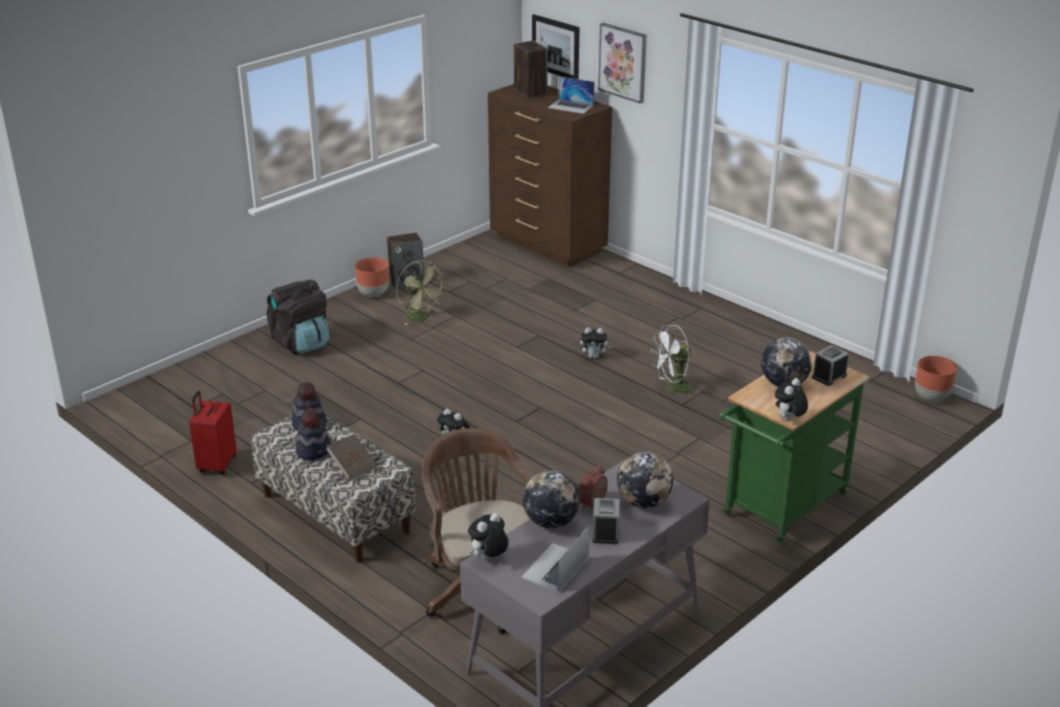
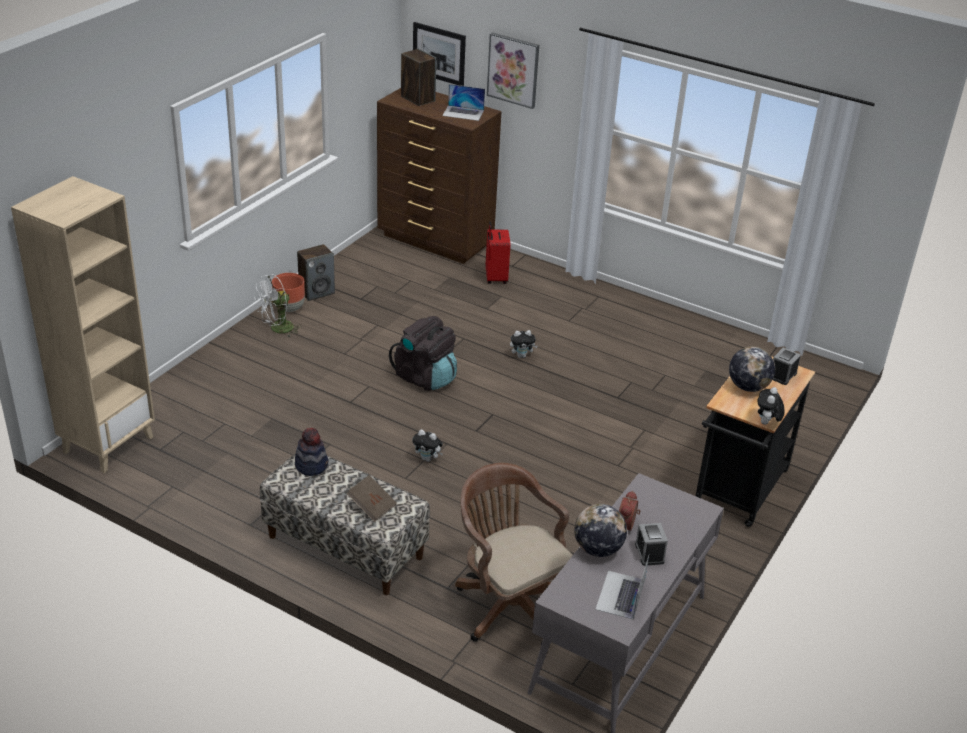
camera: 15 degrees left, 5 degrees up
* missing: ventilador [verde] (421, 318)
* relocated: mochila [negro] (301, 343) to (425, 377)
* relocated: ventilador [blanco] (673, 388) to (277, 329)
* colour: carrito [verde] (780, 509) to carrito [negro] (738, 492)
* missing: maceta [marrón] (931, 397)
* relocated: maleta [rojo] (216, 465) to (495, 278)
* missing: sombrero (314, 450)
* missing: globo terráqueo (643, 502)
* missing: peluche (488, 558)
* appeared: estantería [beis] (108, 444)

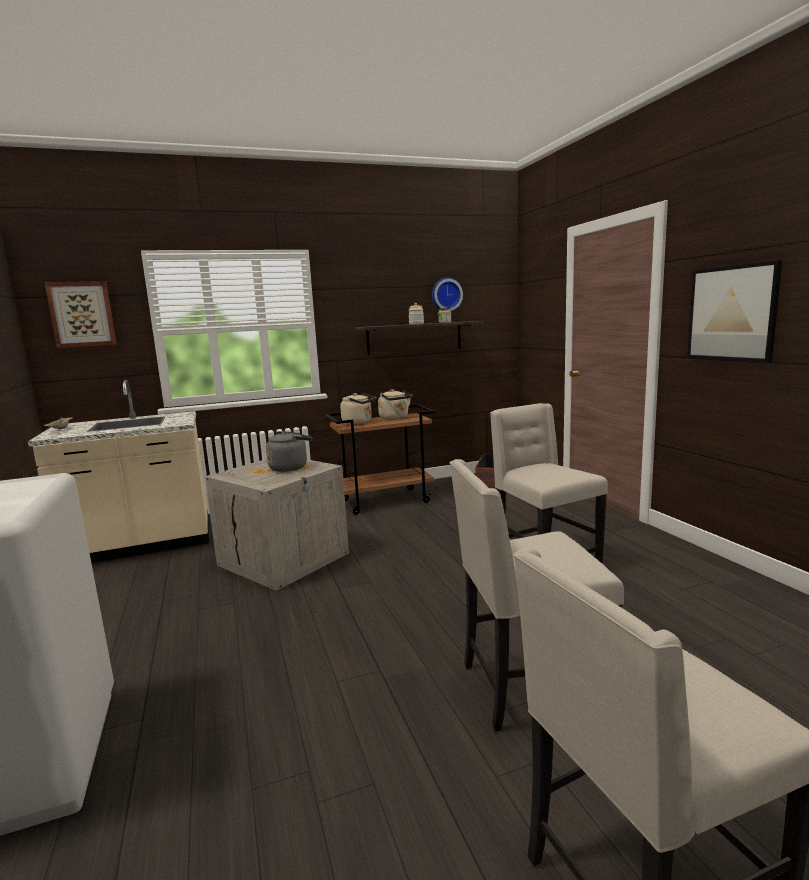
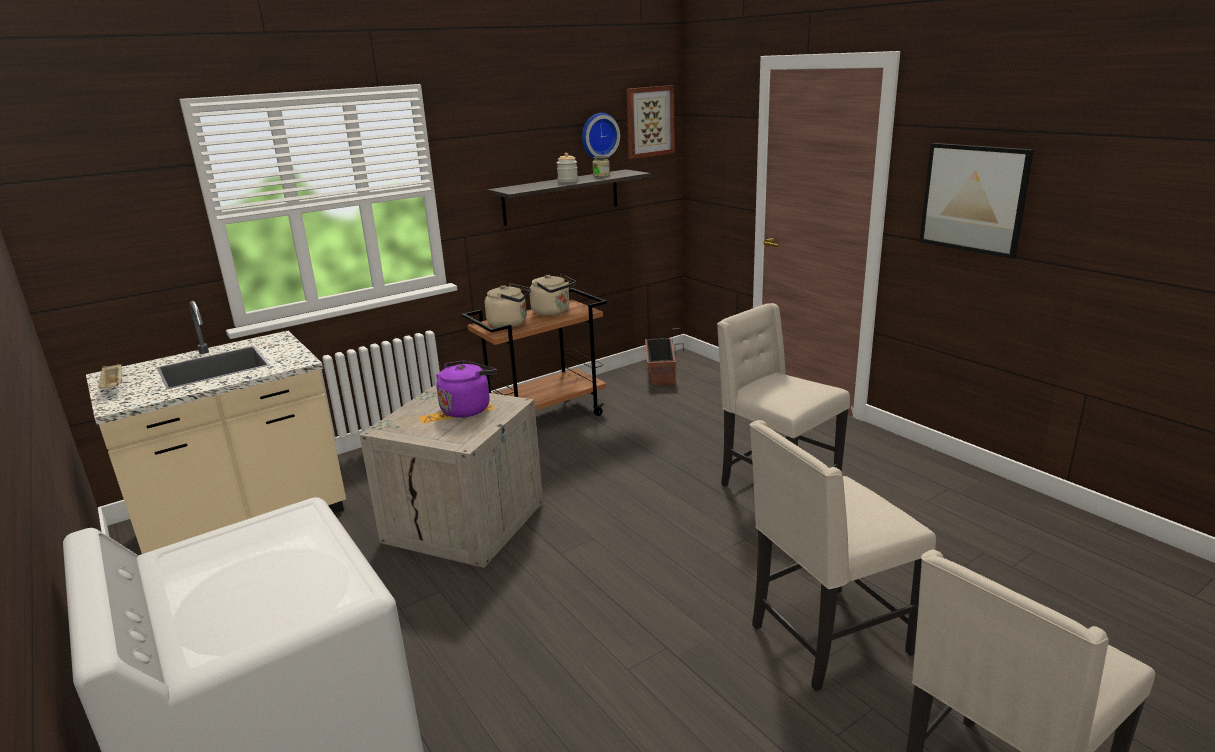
camera: 15 degrees left, 10 degrees up
* relocated: cuadro (82, 314) to (649, 121)
* colour: hervidor [gris] (290, 467) to hervidor [morado] (467, 408)

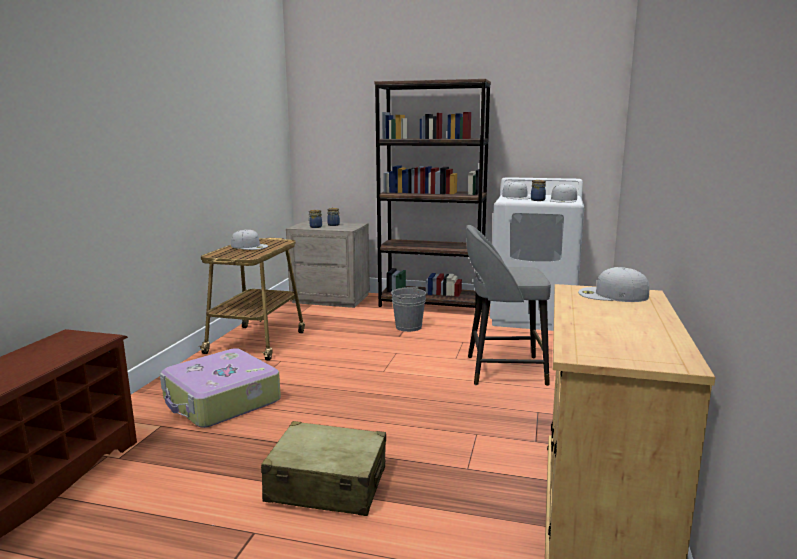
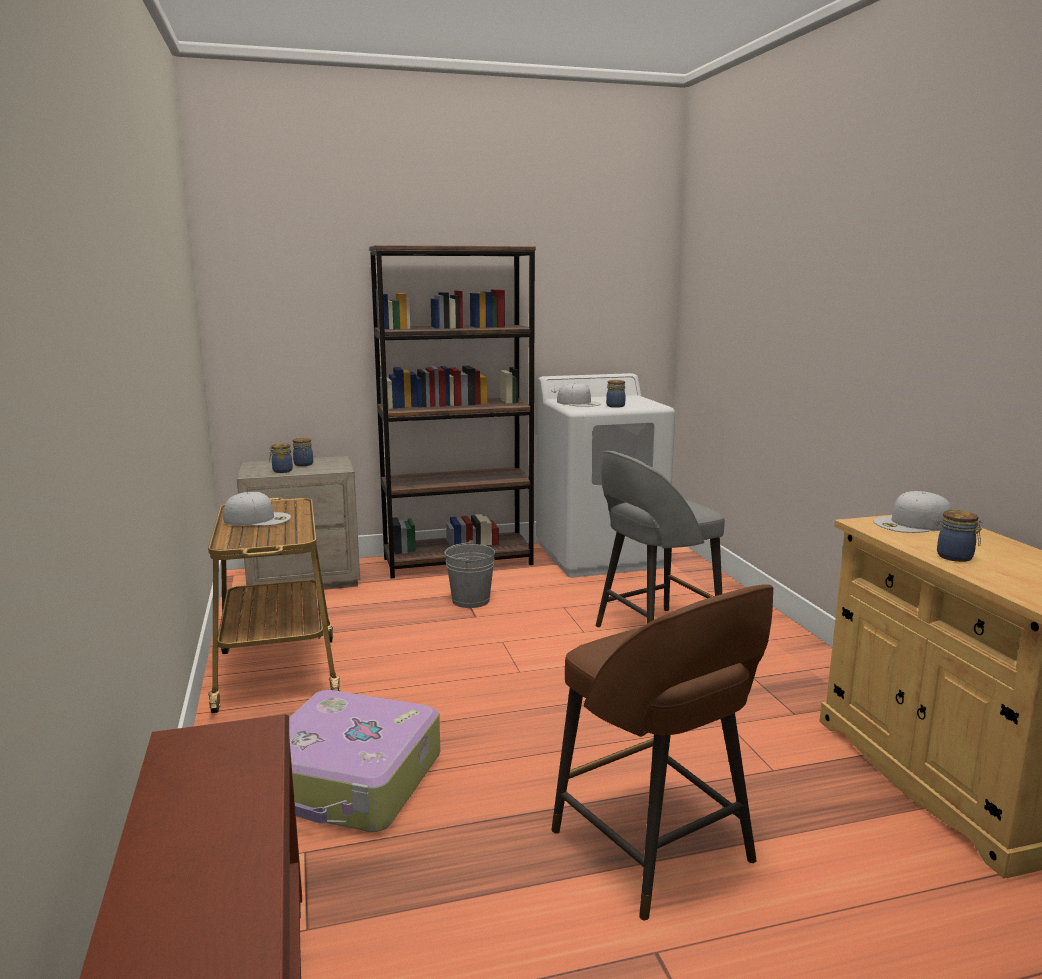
camera: 30 degrees left, 0 degrees up
* missing: gorra [blanco] (563, 200)
* exchanged: maleta [beis] (327, 485) to taburete [marrón] (655, 850)
* appeared: tarro (956, 557)

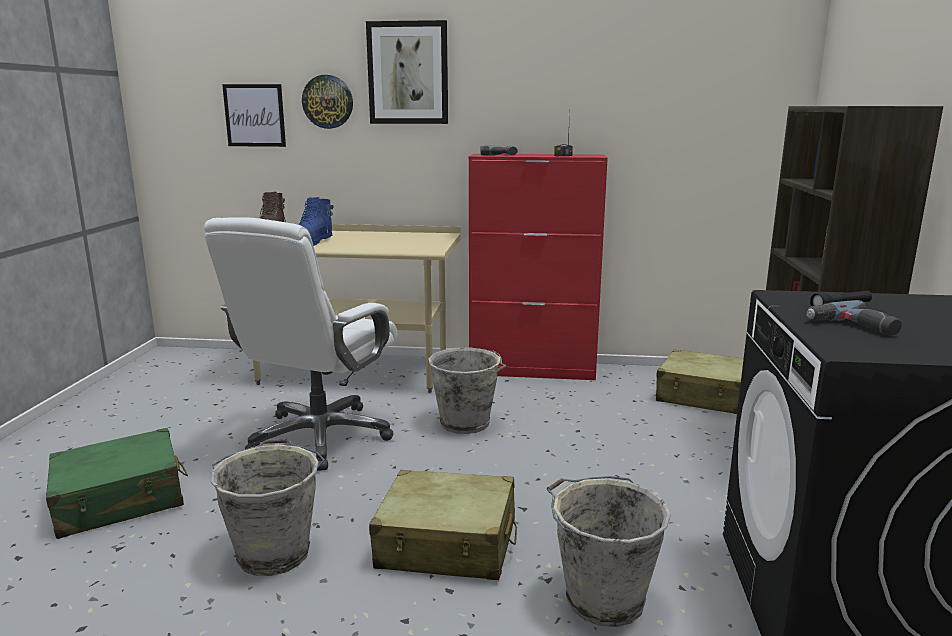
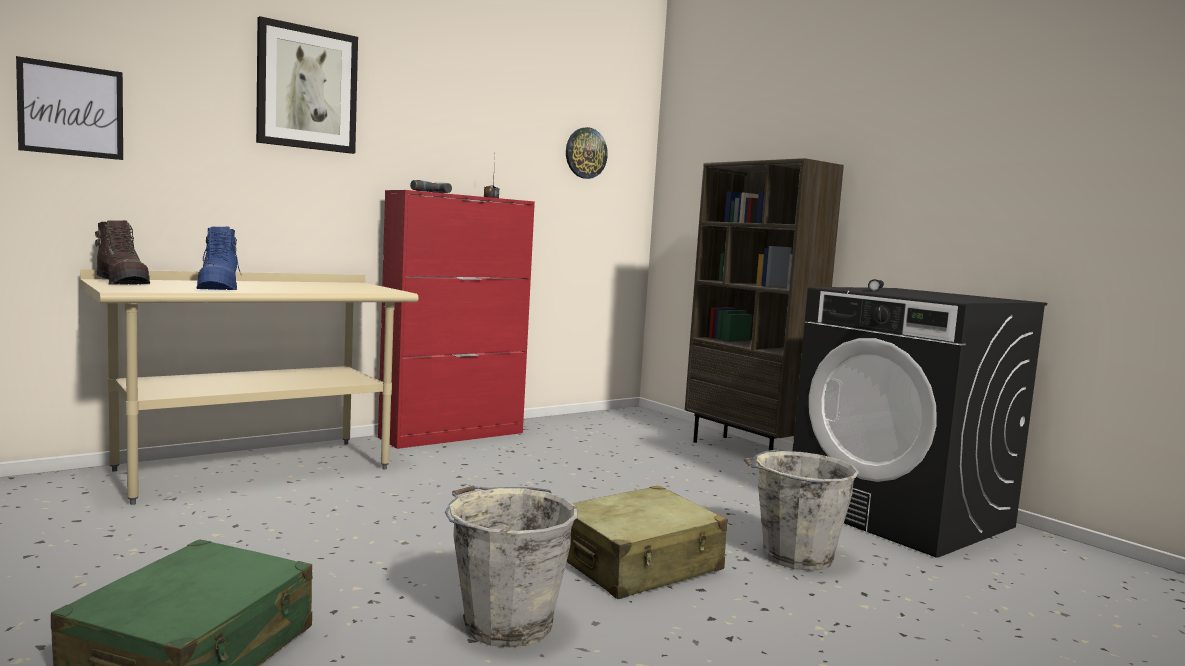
camera: 45 degrees left, 10 degrees down
* relocated: reloj de pared (328, 102) to (585, 153)
* missing: silla de oficina [blanco] (320, 437)
* missing: taladro (852, 327)
* missing: cubo [gris] (466, 423)
* missing: maleta [beis] (704, 397)

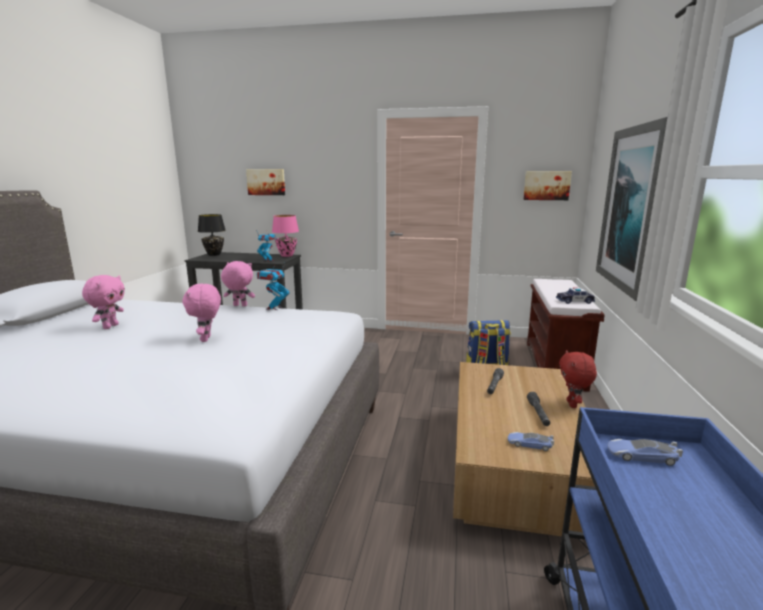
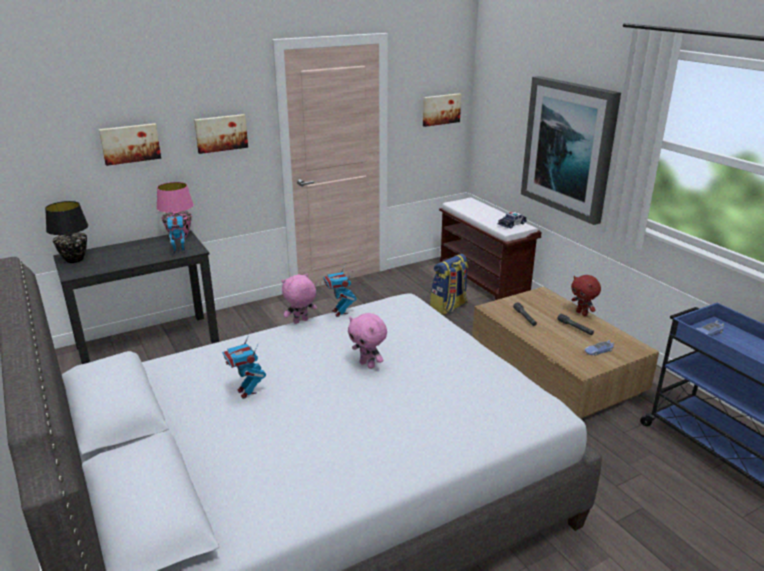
camera: 40 degrees left, 10 degrees up
* exchanged: peluche [rosa] (110, 326) to robot de juguete (247, 392)
* appeared: cuadro (221, 133)

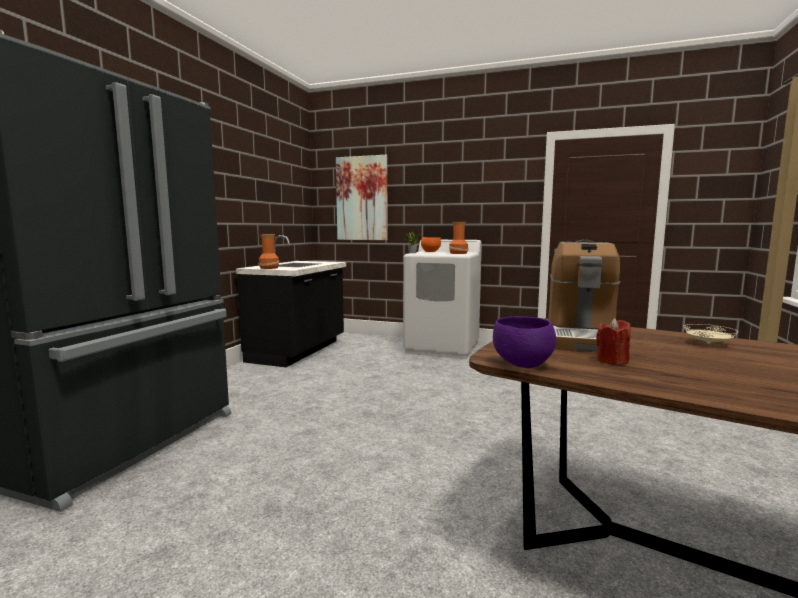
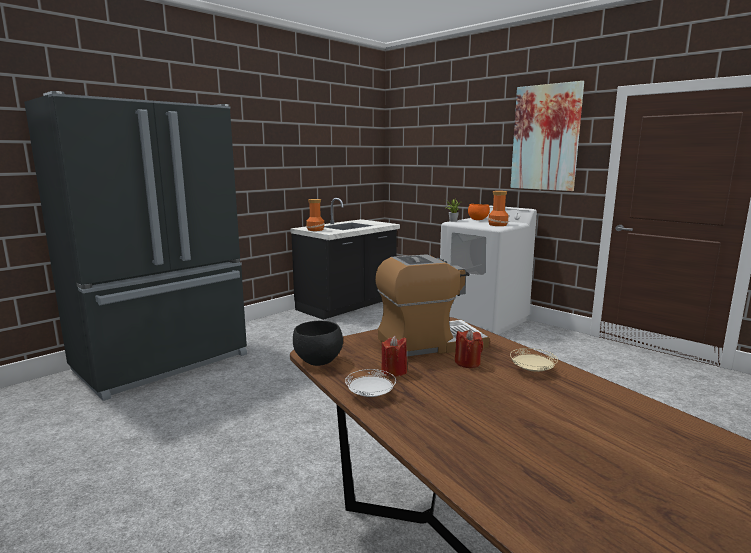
camera: 25 degrees right, 5 degrees up
* relocated: cuadro (362, 198) to (545, 138)
* spun: cafetera (581, 337) = (429, 343) 150 degrees counterclockwise
* colour: cuenco [morado] (523, 365) to cuenco [negro] (318, 362)
* appeared: vela [rojo] (467, 363)
* appeared: plato [blanco] (370, 395)

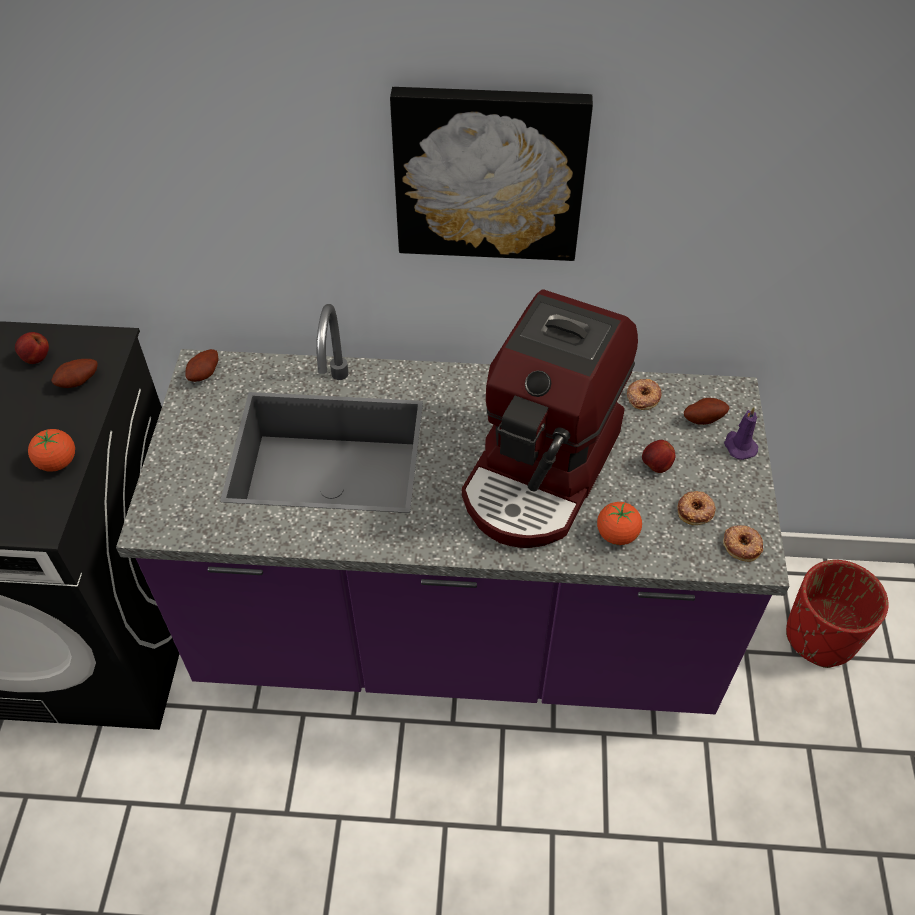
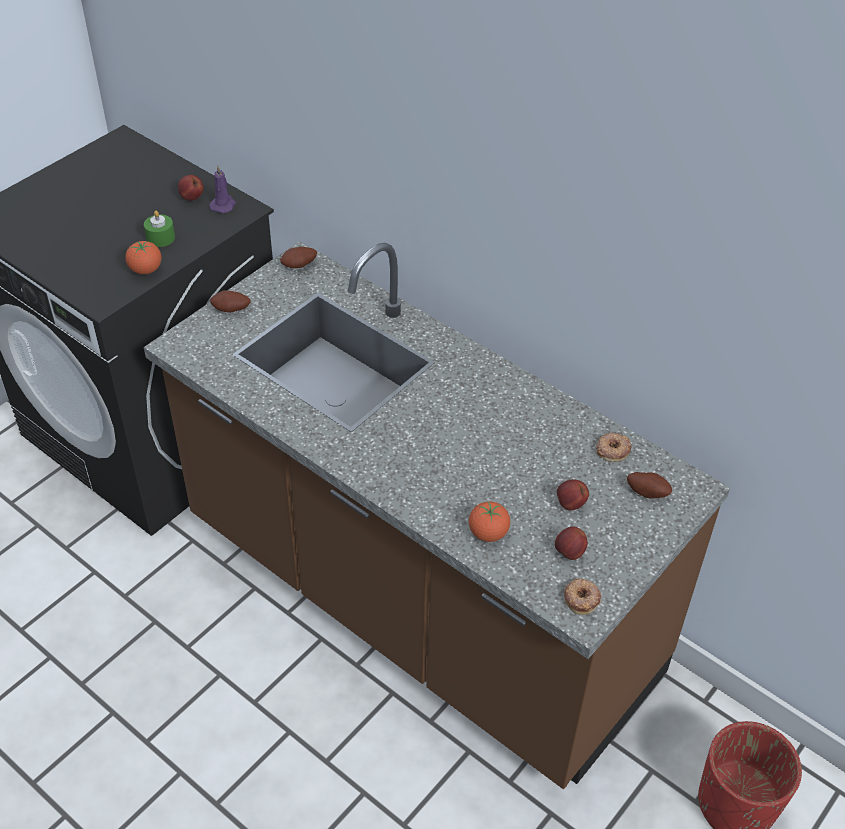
camera: 35 degrees right, 5 degrees down
* missing: cuadro (489, 172)
* missing: cafetera (542, 471)
* colour: mueble bajo de cocina [morado] (457, 631) to mueble bajo de cocina [marrón] (417, 601)
* relocated: patata (79, 382) to (231, 310)
* relocated: vela [morado] (739, 446) to (223, 205)
* exchanged: rosquilla (695, 510) to manzana (569, 553)
* appeared: vela [verde] (160, 238)

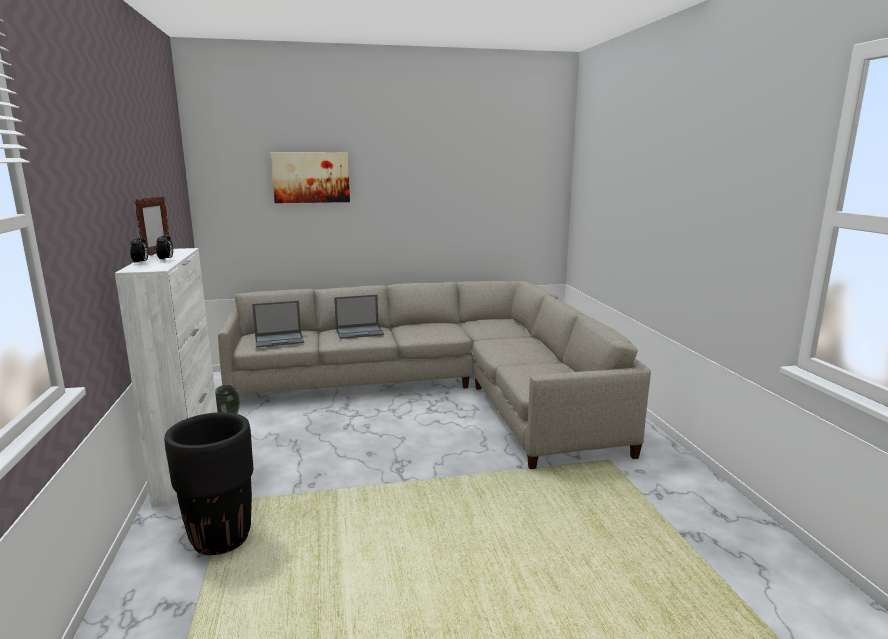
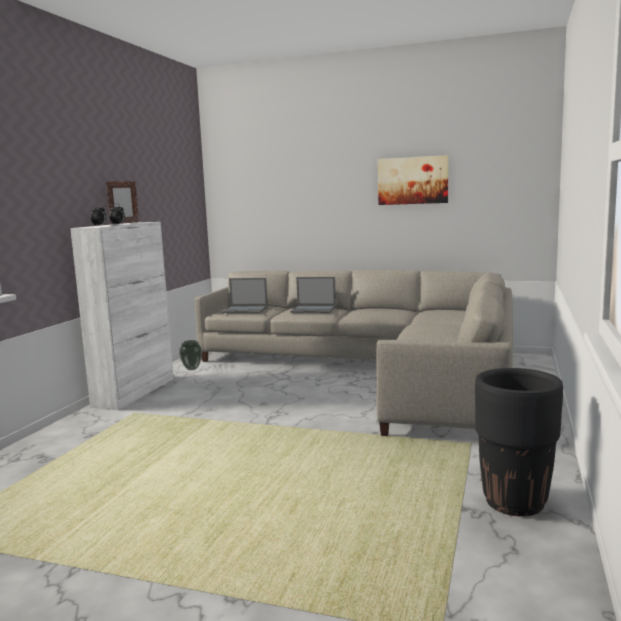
camera: 30 degrees right, 5 degrees down
* relocated: cuadro (311, 177) to (413, 180)
* relocated: maceta [negro] (221, 538) to (515, 502)

